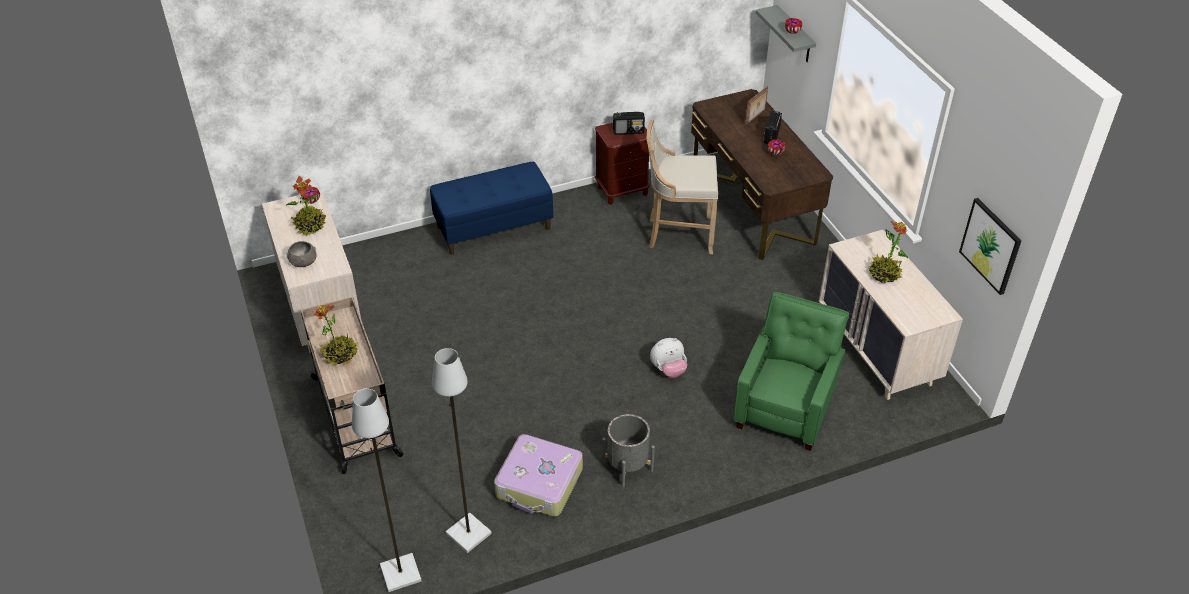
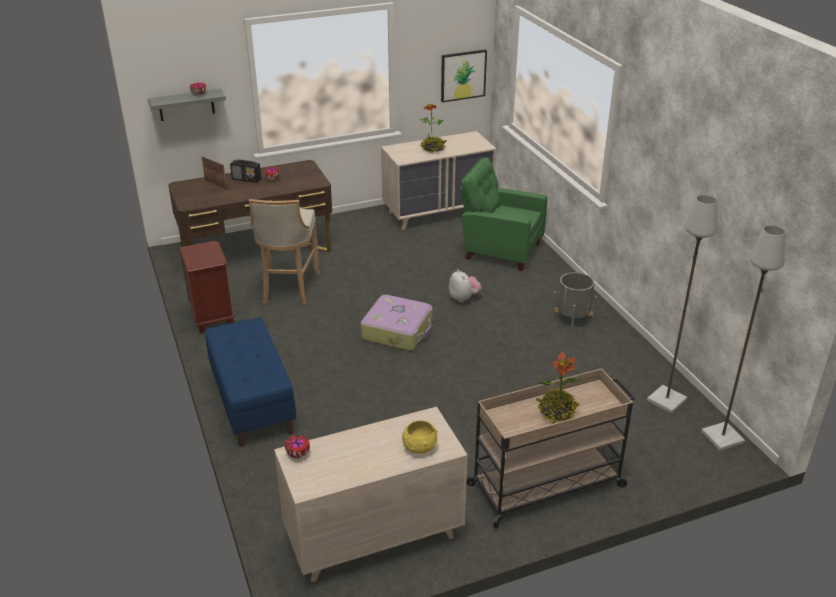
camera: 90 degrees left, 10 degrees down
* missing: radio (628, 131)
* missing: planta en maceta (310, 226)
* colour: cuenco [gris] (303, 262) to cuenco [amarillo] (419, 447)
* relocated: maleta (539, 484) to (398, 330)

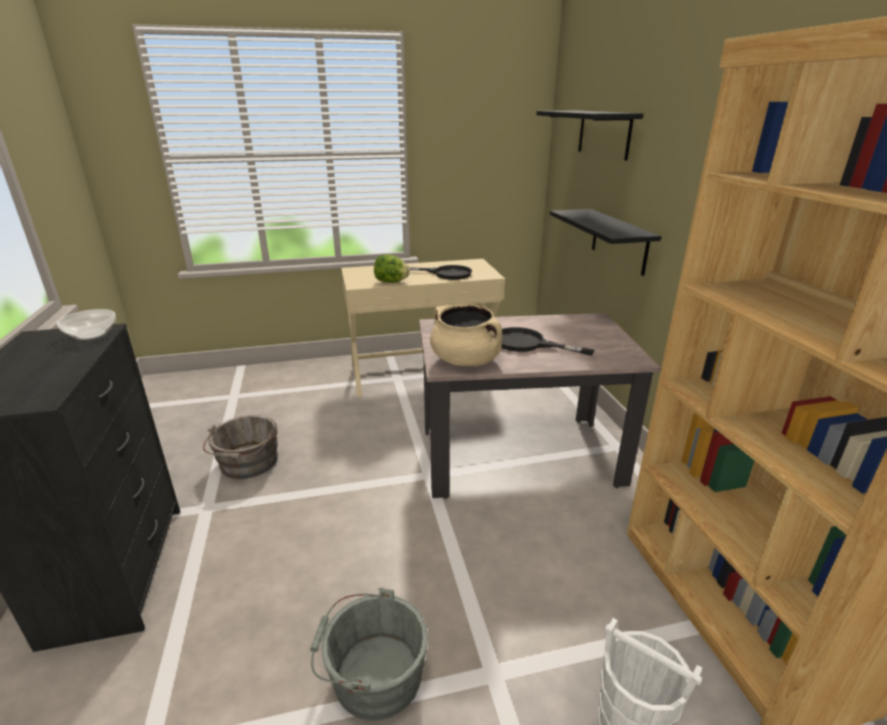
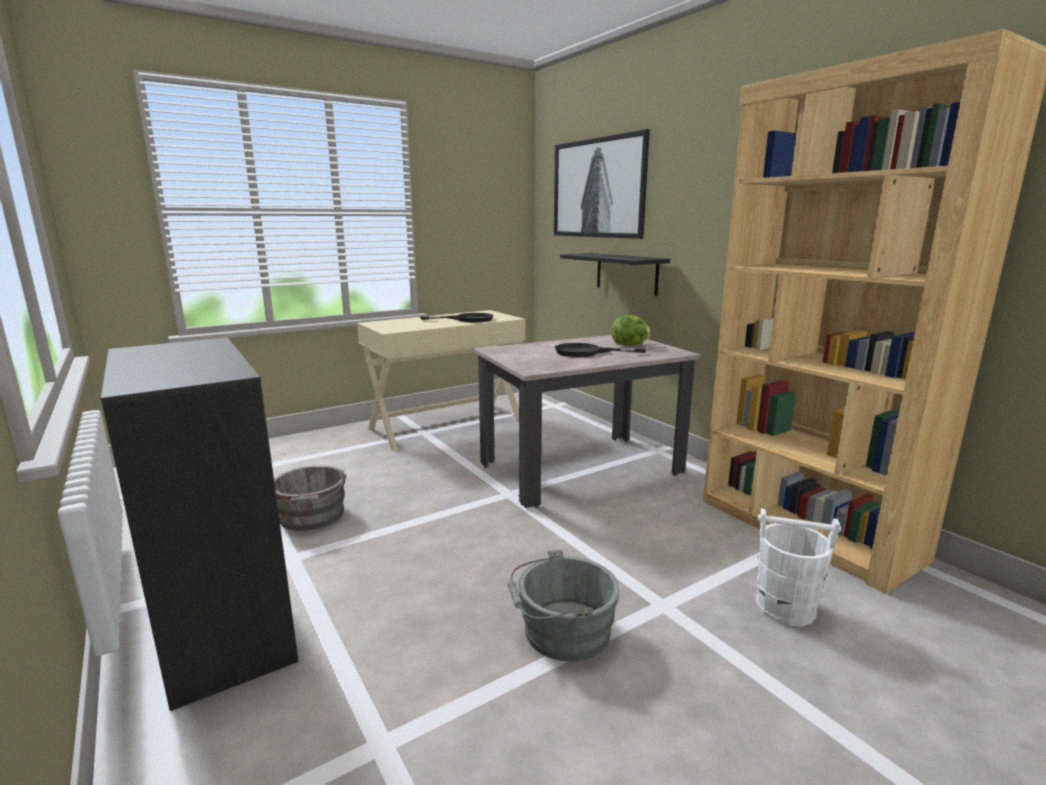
camera: 20 degrees left, 10 degrees down
* exchanged: estante [negro] (604, 134) to cuadro (597, 188)
* relocated: lechuga (391, 282) to (630, 345)
* missing: olla [beis] (466, 360)
* missing: cuenco (92, 334)

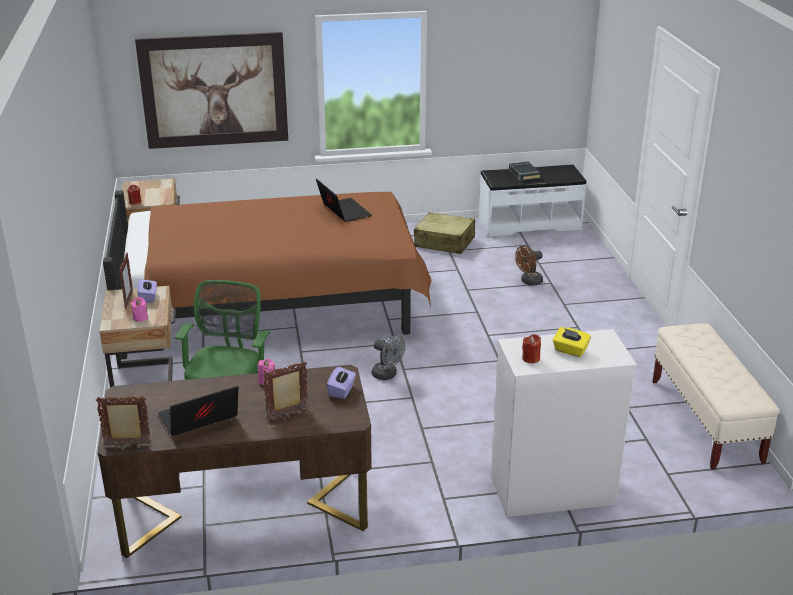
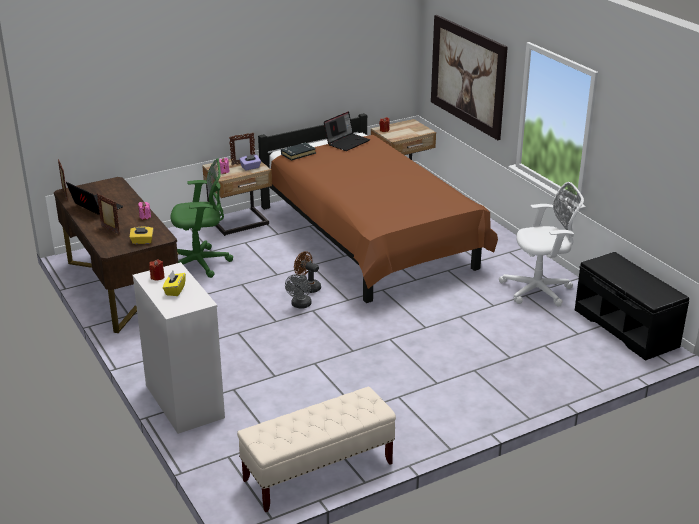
camera: 70 degrees right, 0 degrees up
* relocated: libro [negro] (524, 174) to (298, 153)
* colour: banco [blanco] (529, 223) to banco [negro] (626, 328)
* relocated: portátil (343, 211) to (347, 142)
* exchanged: maleta [beis] (444, 242) to silla de oficina [blanco] (539, 290)
* relocated: ventilador [marrón] (529, 282) to (308, 287)
* colour: caja de pañuelos [morado] (342, 391) to caja de pañuelos [amarillo] (142, 241)

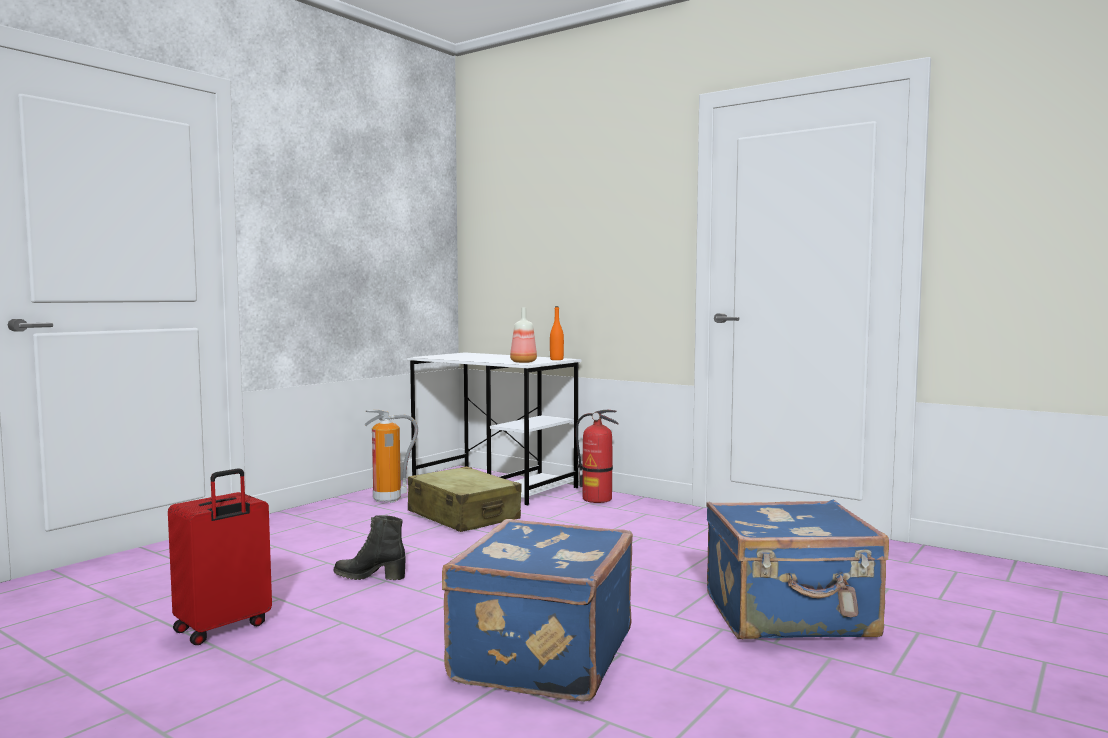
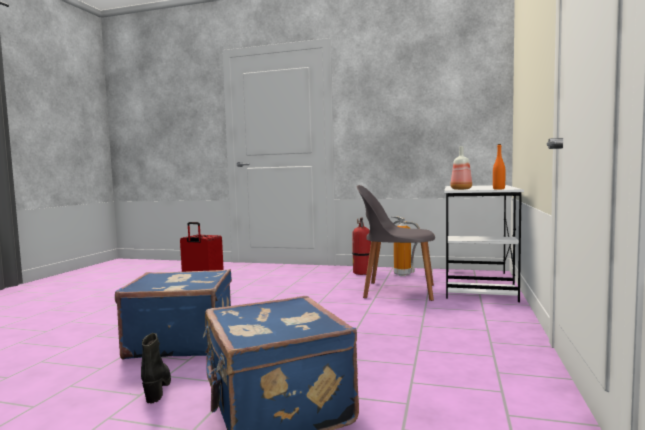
camera: 70 degrees right, 0 degrees up
* relocated: extintor (597, 499) to (362, 273)
* exchanged: maleta [beis] (463, 516) to silla [gris] (396, 291)
* relocated: bota [negro] (370, 576) to (157, 387)

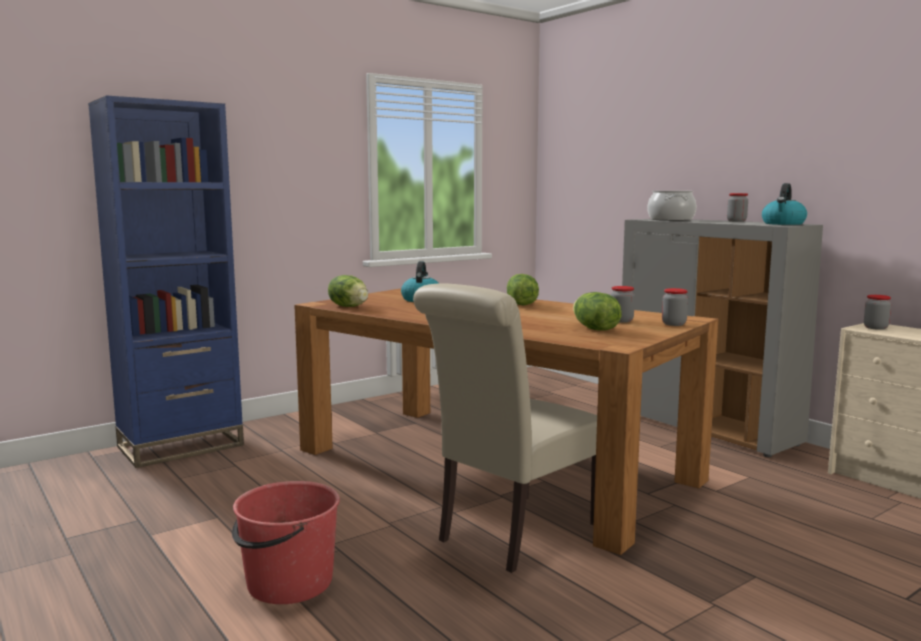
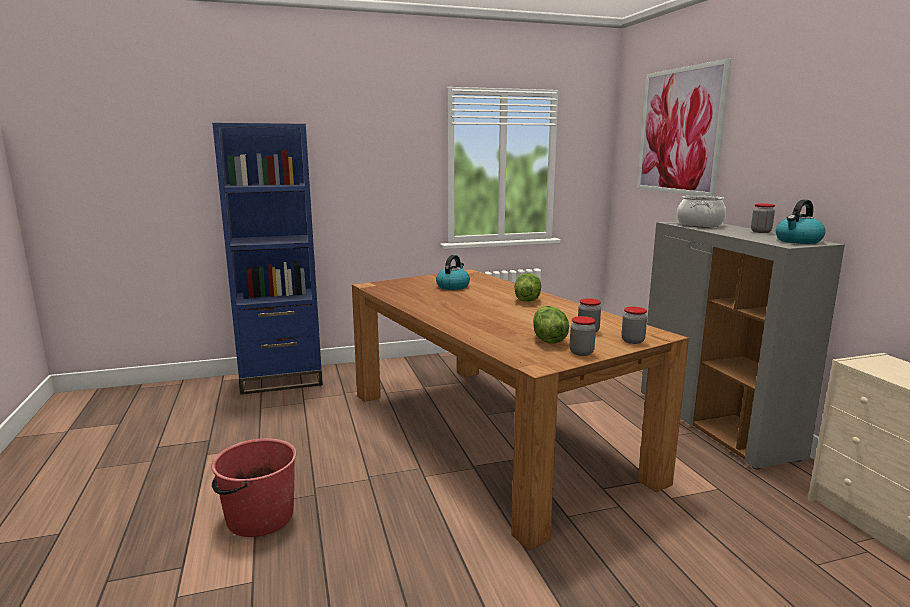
camera: 20 degrees right, 5 degrees up
* missing: lechuga (349, 306)
* missing: silla [beis] (512, 535)
* relocated: tarro (875, 328) to (581, 352)
* appeared: cuadro (679, 131)

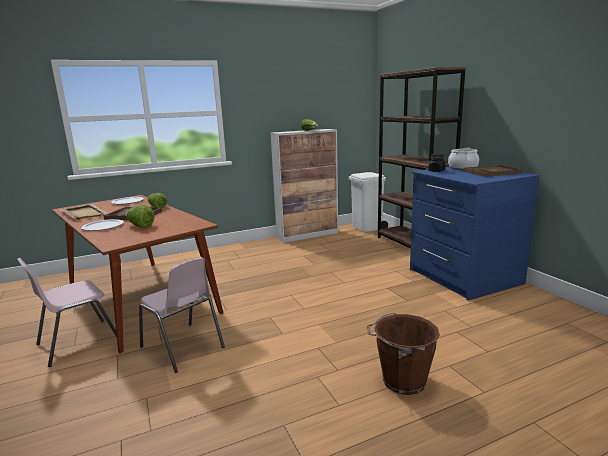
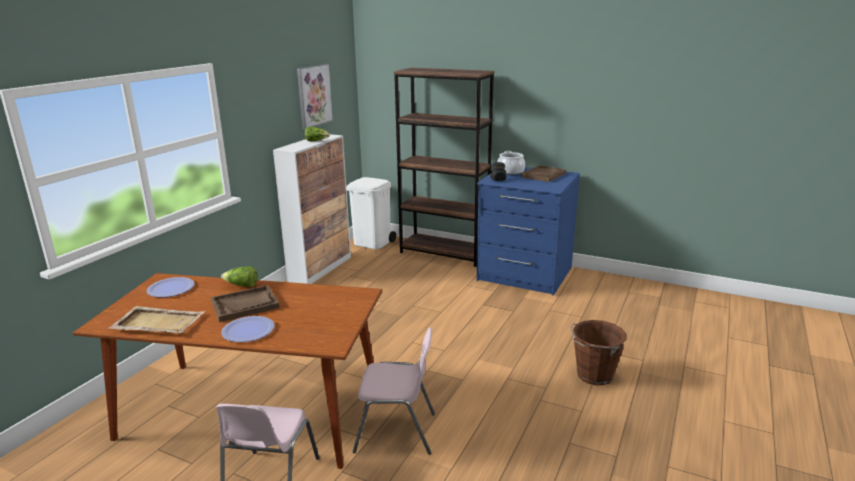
camera: 40 degrees left, 5 degrees up
* missing: lechuga (140, 226)
* appeared: cuadro (314, 96)

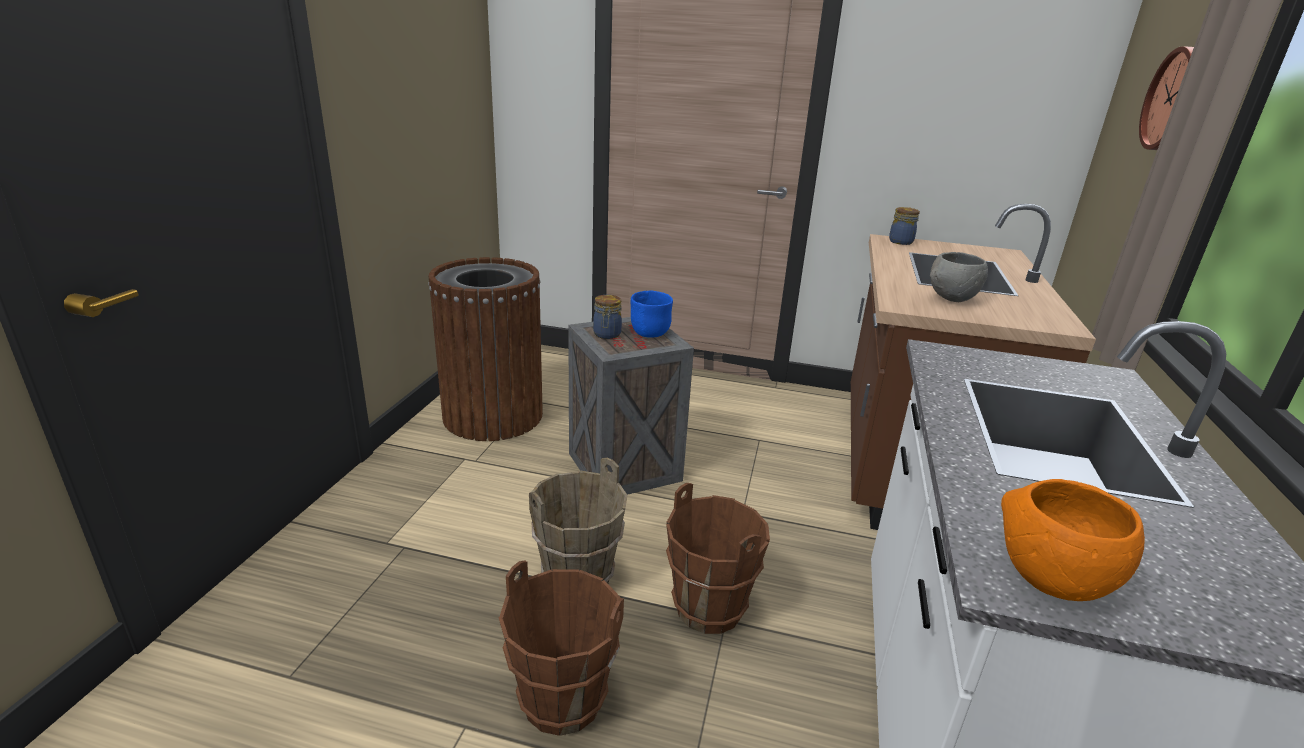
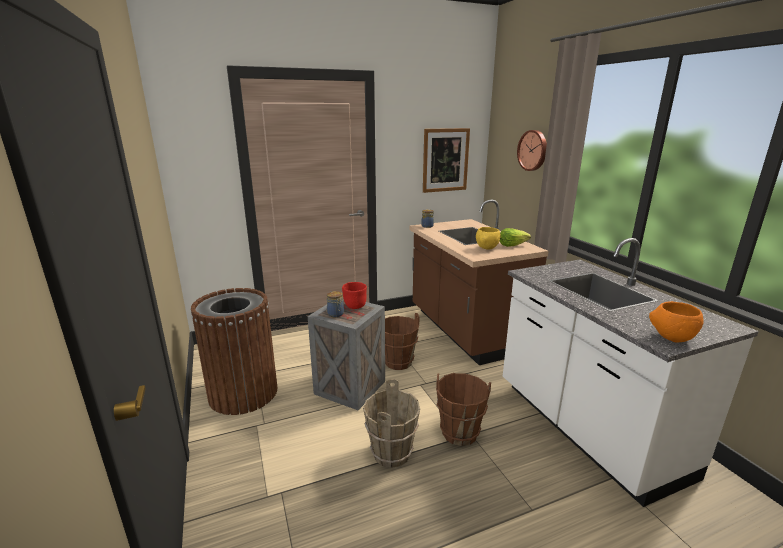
camera: 35 degrees left, 5 degrees down
* colour: cuenco [gris] (950, 299) to cuenco [amarillo] (486, 248)
* colour: cuenco [azul] (649, 333) to cuenco [rojo] (354, 306)
* relocated: cubo [marrón] (562, 701) to (398, 362)
* appeared: cuadro (445, 160)
* appeared: lechuga (512, 245)

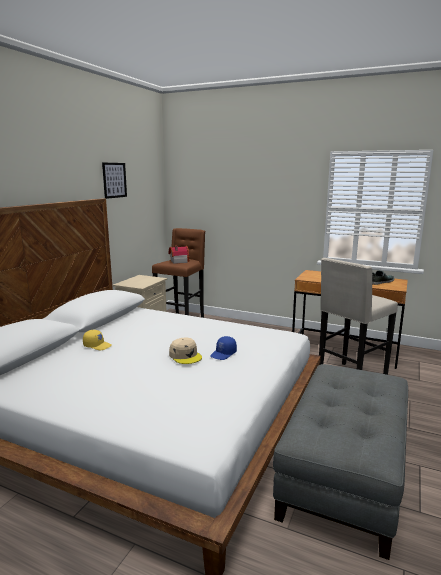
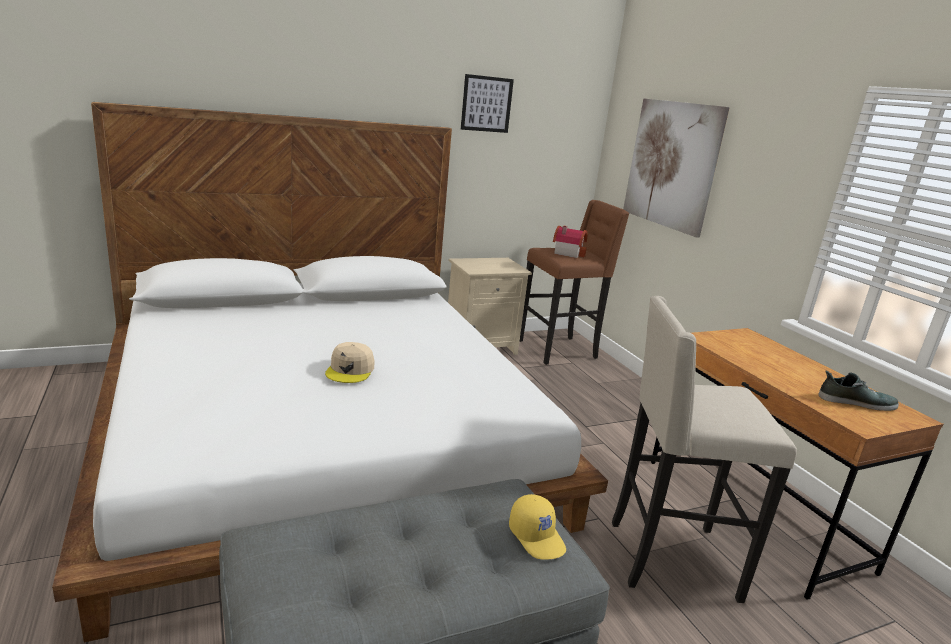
camera: 40 degrees right, 5 degrees up
* relocated: gorra [amarillo] (97, 345) to (537, 537)
* missing: gorra [azul] (223, 354)
* appeared: cuadro (671, 164)

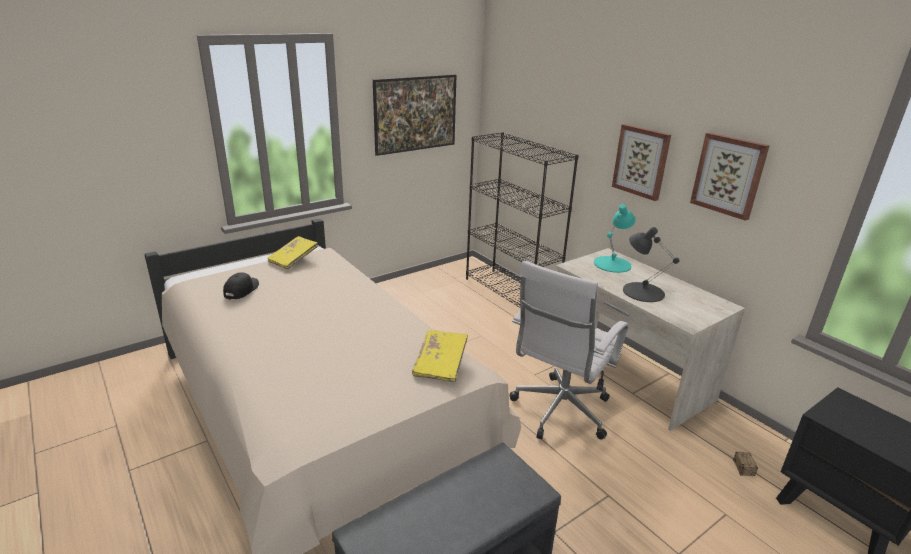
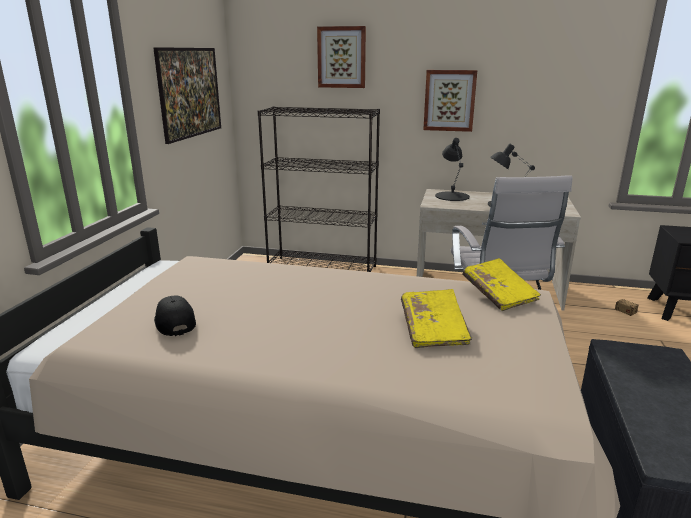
camera: 40 degrees left, 5 degrees down
* relocated: cuadro (728, 175) to (341, 57)
* colour: lámpara de mesa [turquesa] (612, 264) to lámpara de mesa [negro] (452, 196)
* relocated: libro [amarillo] (293, 259) to (433, 330)

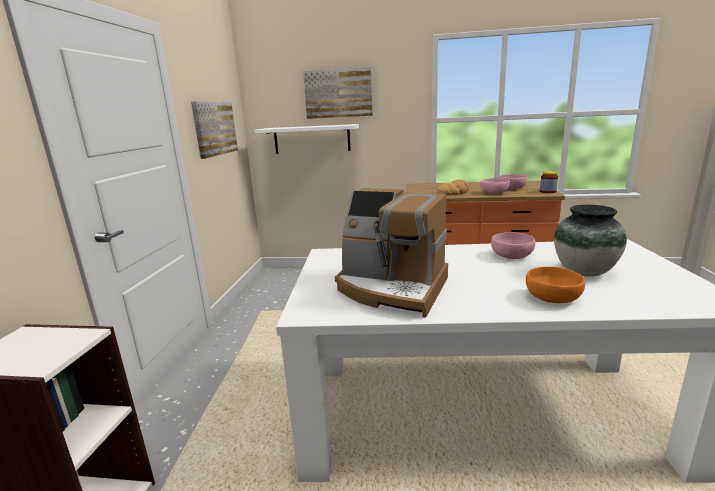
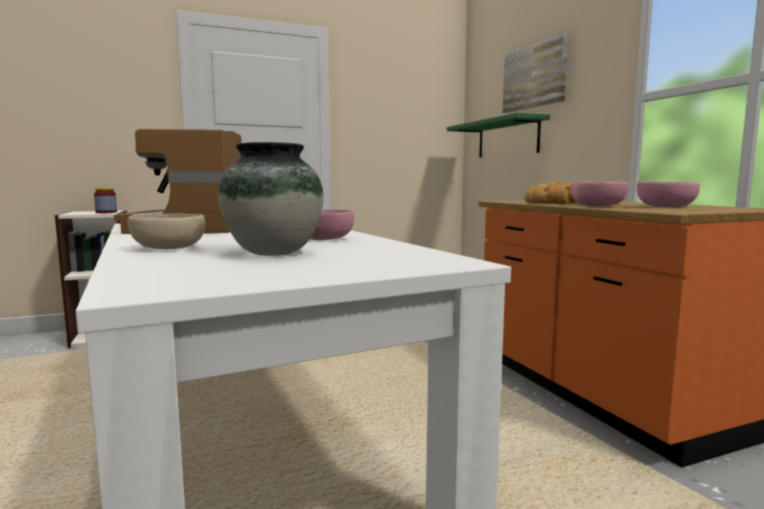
camera: 60 degrees right, 10 degrees down
* missing: cuadro (214, 128)
* colour: estante [blanco] (311, 139) to estante [verde] (507, 138)
* relocated: tarro (548, 191) to (106, 212)
* colour: cuenco [naranja] (553, 298) to cuenco [beis] (168, 248)

